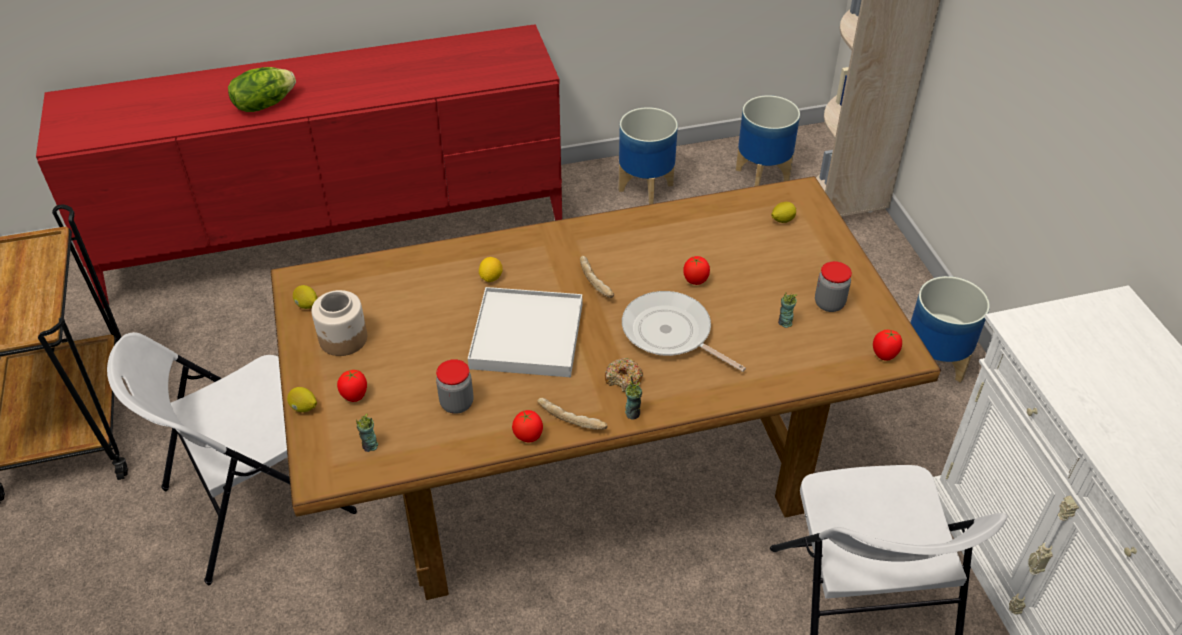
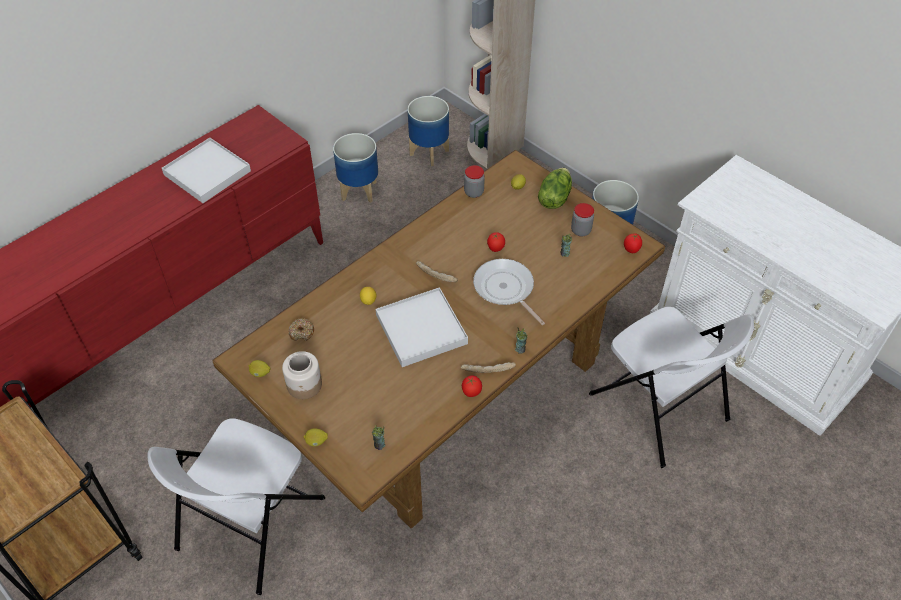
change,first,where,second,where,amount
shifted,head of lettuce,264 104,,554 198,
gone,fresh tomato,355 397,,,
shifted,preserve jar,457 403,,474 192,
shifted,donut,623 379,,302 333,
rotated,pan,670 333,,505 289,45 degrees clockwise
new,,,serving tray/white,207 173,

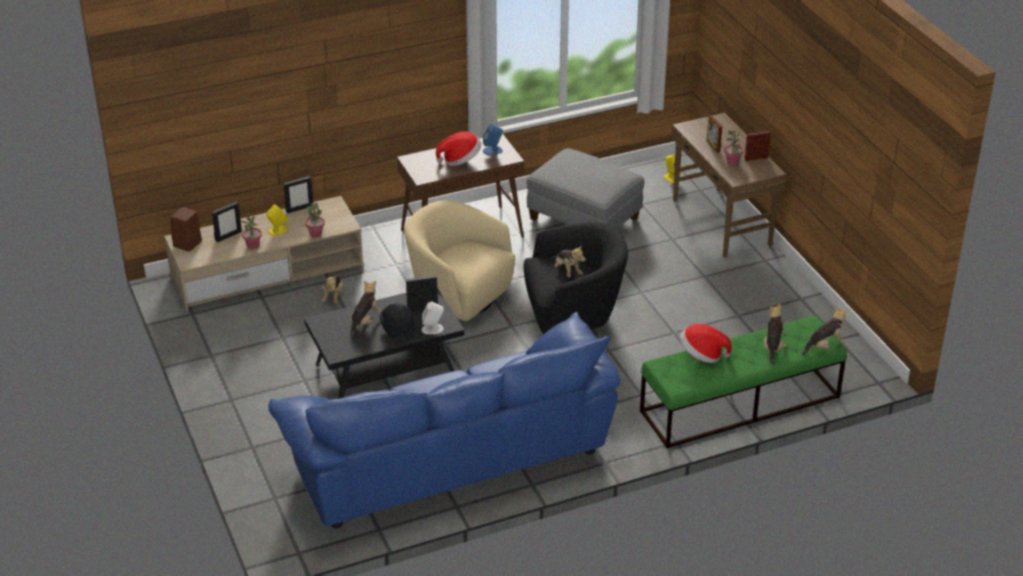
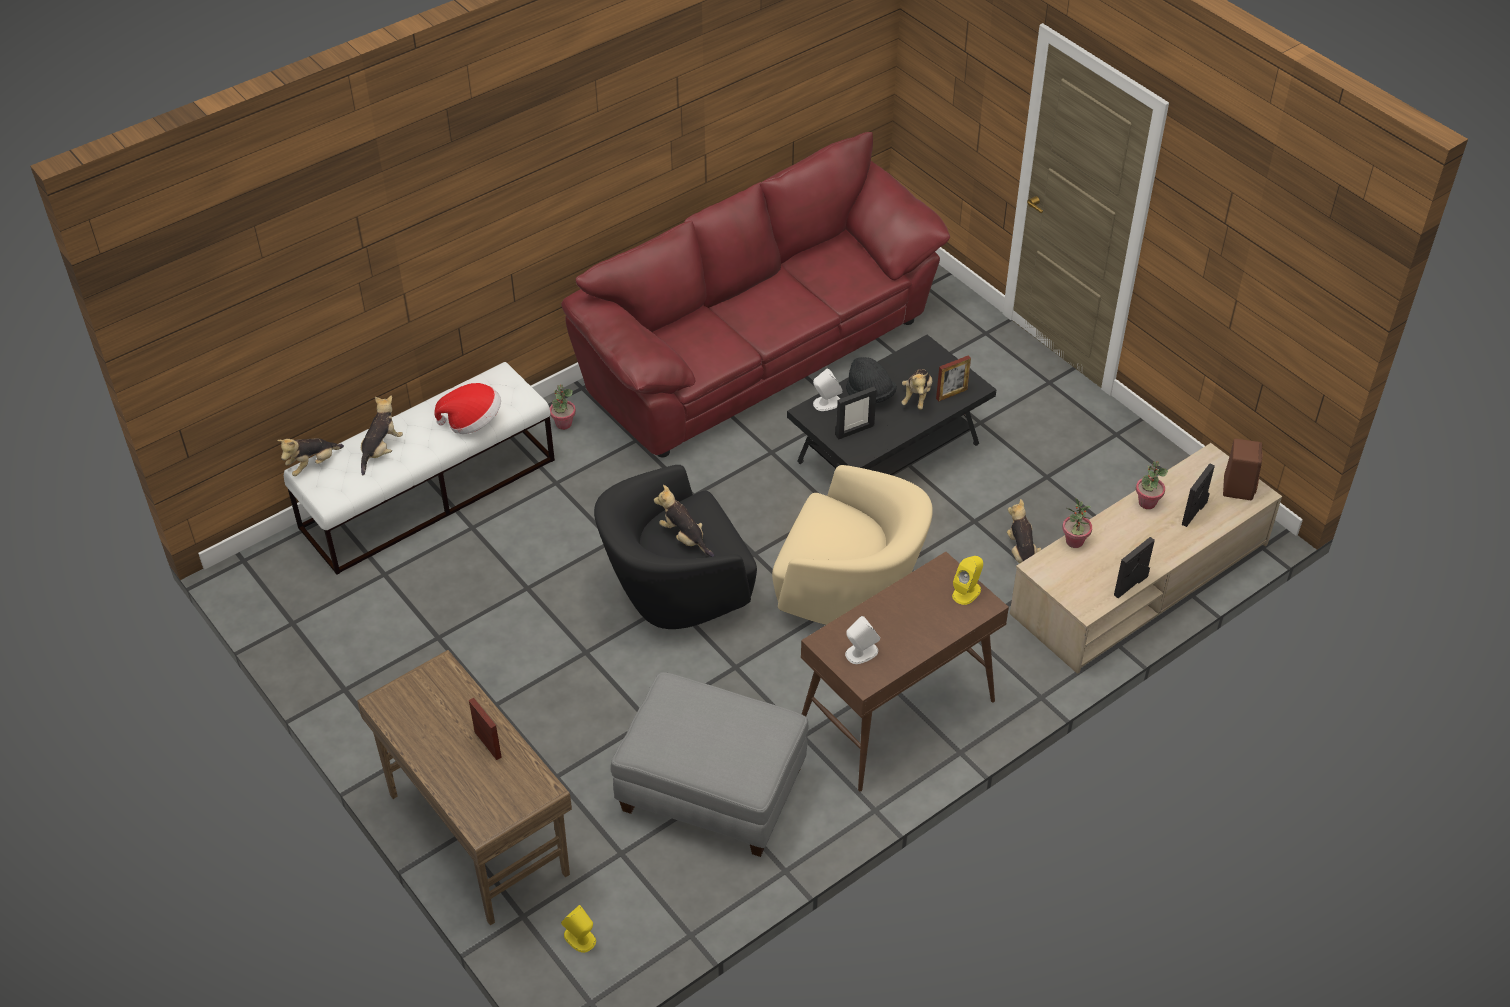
change,first,where,second,where,amount
shifted,loudspeaker/yellow,278 230,,966 592,
repainted,couch/blue,448 462,couch/reddish,760 356,
gone,wearable hat,460 160,,,
repainted,loudspeaker/blue,493 150,loudspeaker/white,861 653,
repainted,bench/green,739 404,bench/white,429 493,
shifted,potted plant,732 162,,563 424,
shifted,picture frame,756 158,,951 394,
rotated,cuddly toy,773 347,,381 450,150 degrees counterclockwise

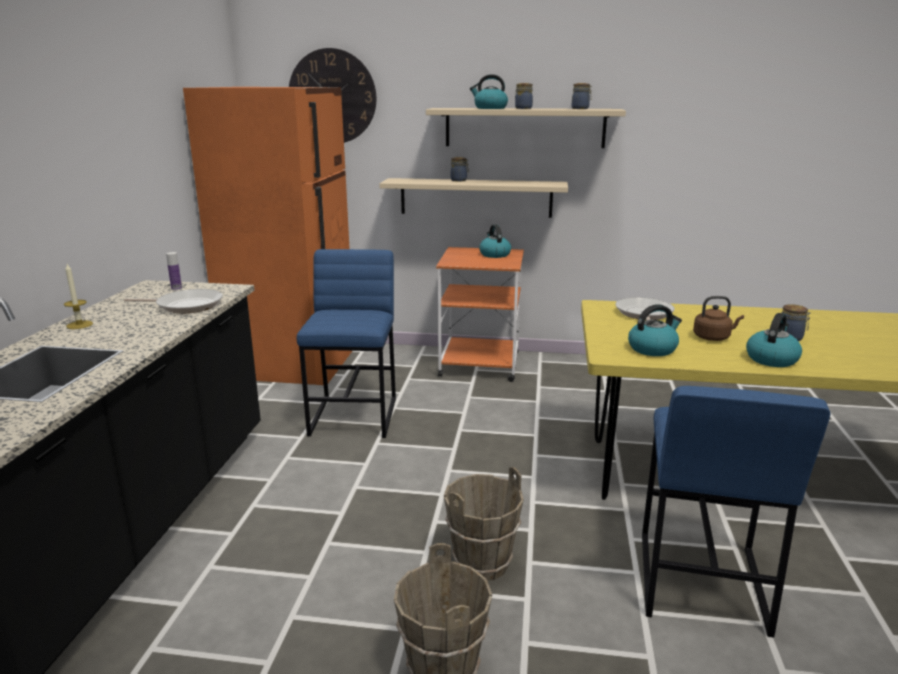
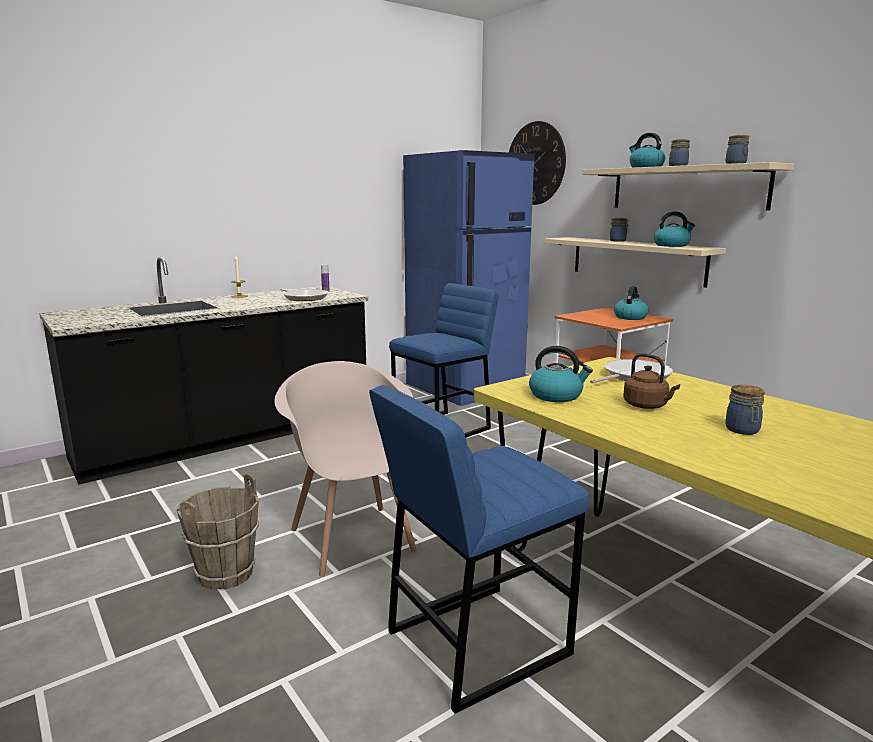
change,first,where,second,where,amount
repainted,refrigerator/orangey,291 362,refrigerator/blue,465 386,
swapped,bucket/brown,481 563,upright chair/beige,352 539,
shifted,tea kettle,771 359,,671 245,

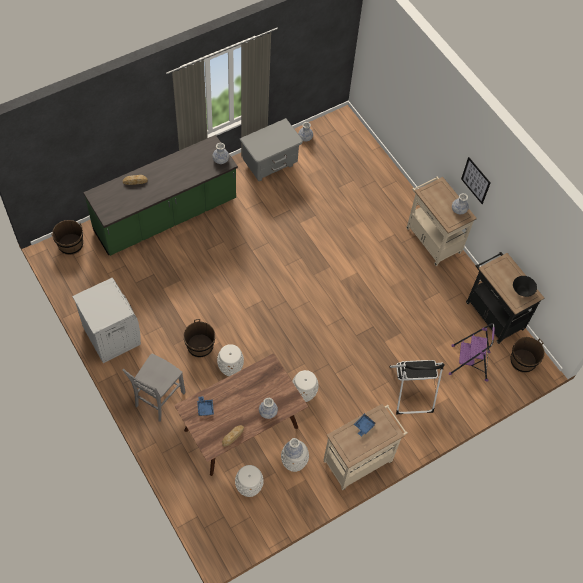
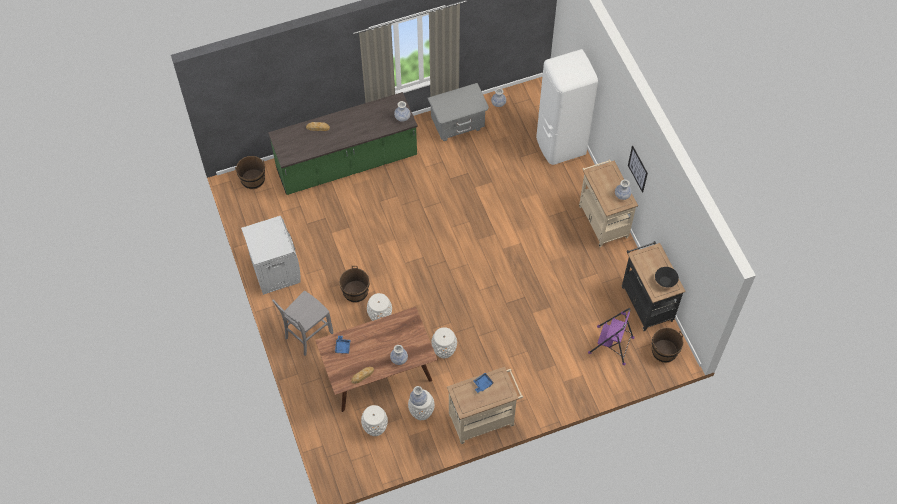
change,first,where,second,where,amount
gone,stepladder,411 390,,,
new,,,refrigerator/white,559 146,

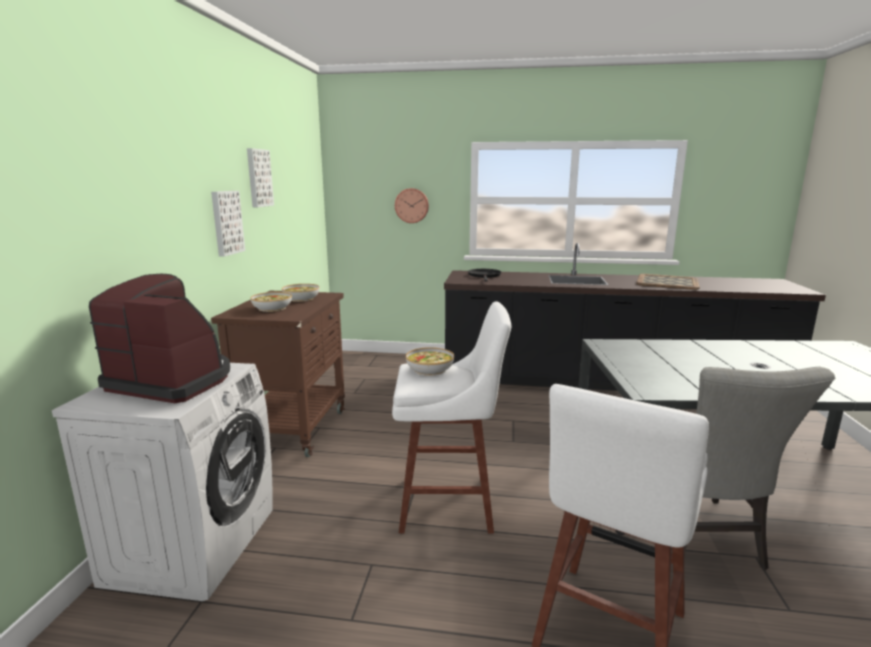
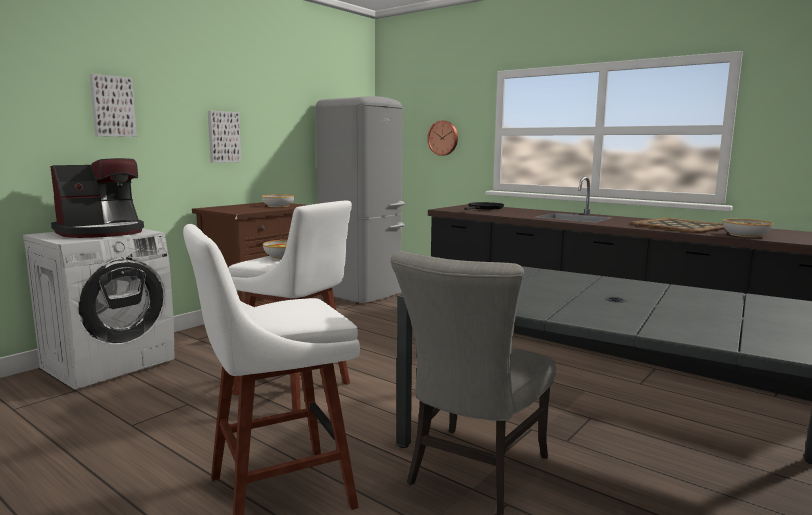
change,first,where,second,where,amount
rotated,coffee brewer,173 381,,101 232,90 degrees clockwise
shifted,picture,258 178,,112 106,
shifted,bowl,272 308,,746 235,
new,,,refrigerator/greyish,363 294,

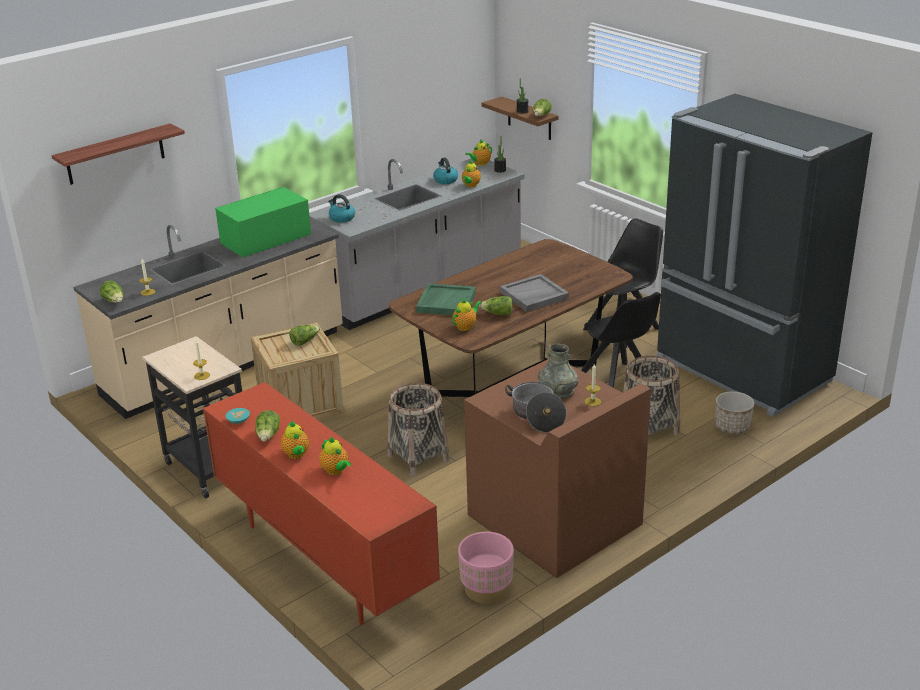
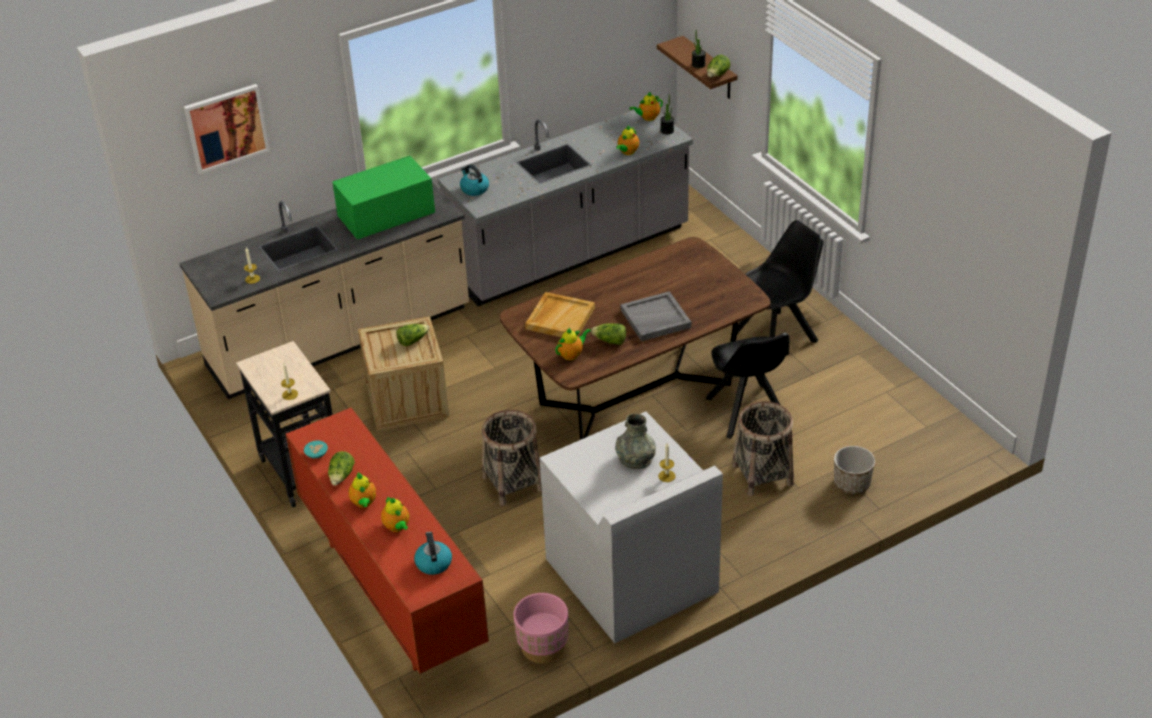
change,first,where,second,where,amount
swapped,bracket shelf,115 154,picture,226 127,
gone,head of lettuce,114 301,,,
repainted,serving tray/green,446 302,serving tray/beige,560 318,
shifted,tea kettle,445 180,,433 563,
repainted,laundry appliance/brown,553 520,laundry appliance/white,630 575,
gone,stockpot,537 416,,,
gone,refrigerator/blackish,741 372,,,

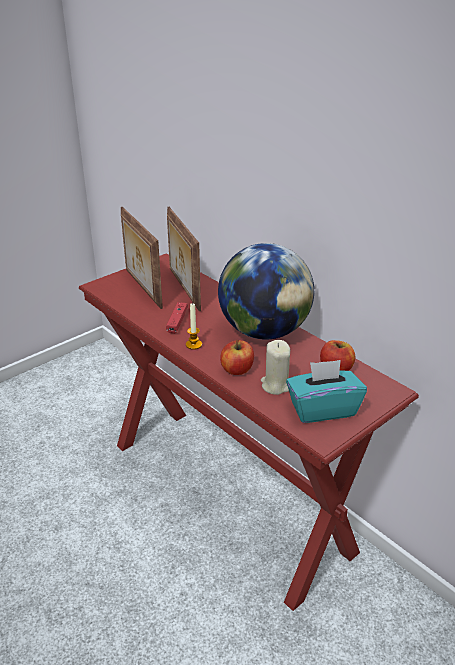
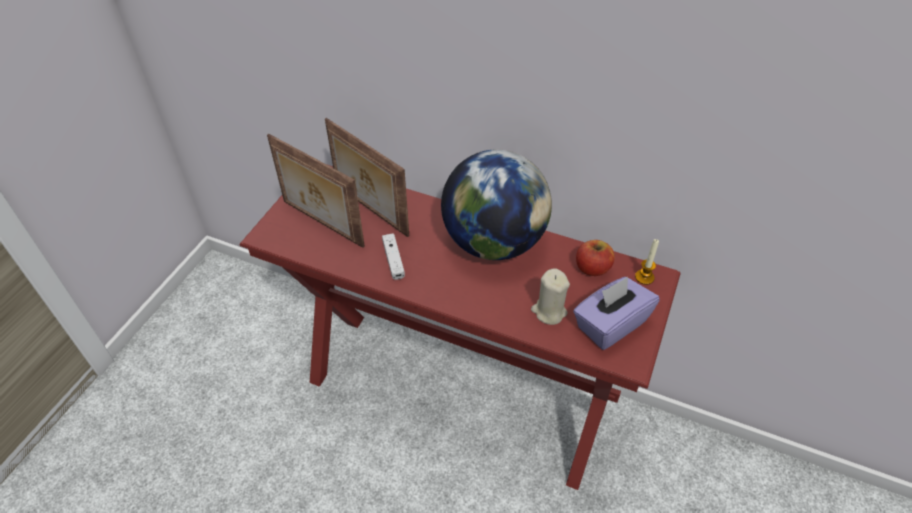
change,first,where,second,where,amount
repainted,gamepad/reddish,177 321,gamepad/white,393 260,
shifted,candle,193 345,,644 277,
gone,whole apple,237 369,,,
repainted,tissue holder/turquoise,322 409,tissue holder/purple,610 324,

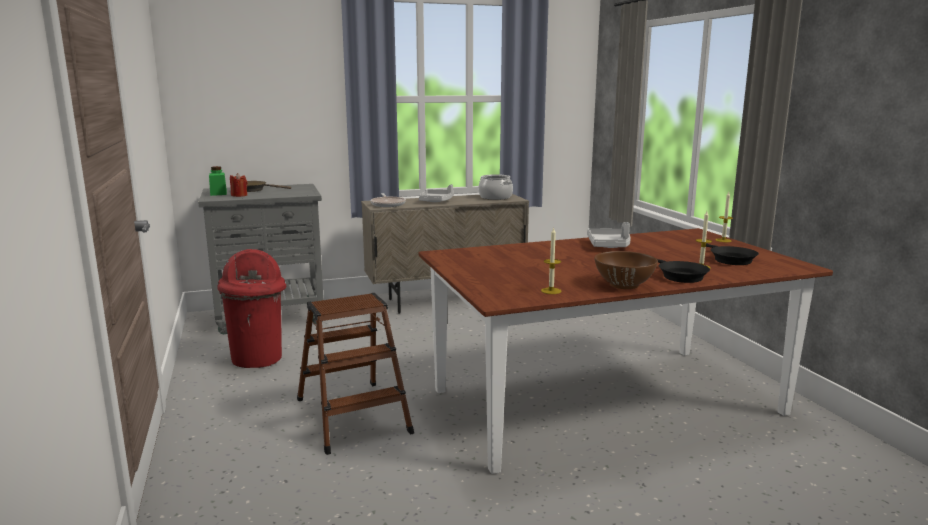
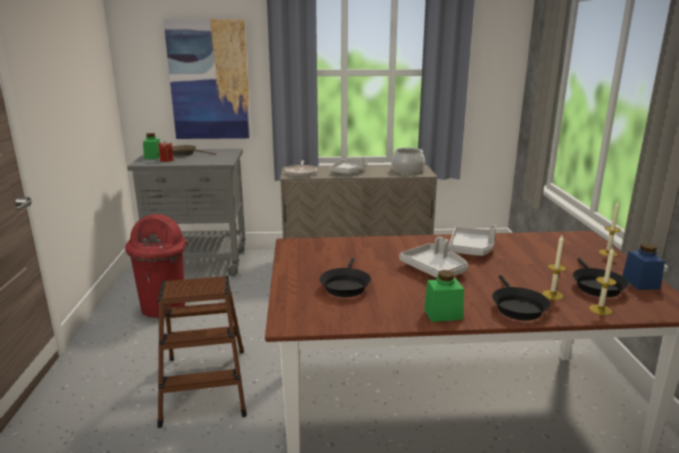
change,first,where,second,where,amount
shifted,candle,551 291,,600 310,
swapped,bowl/brown,624 285,preserve jar/green,443 314,
new,,,picture,209 80,
new,,,pan/blackish,345 286,
new,,,serving tray/greyish,434 269,
new,,,preserve jar/blue,640 283,

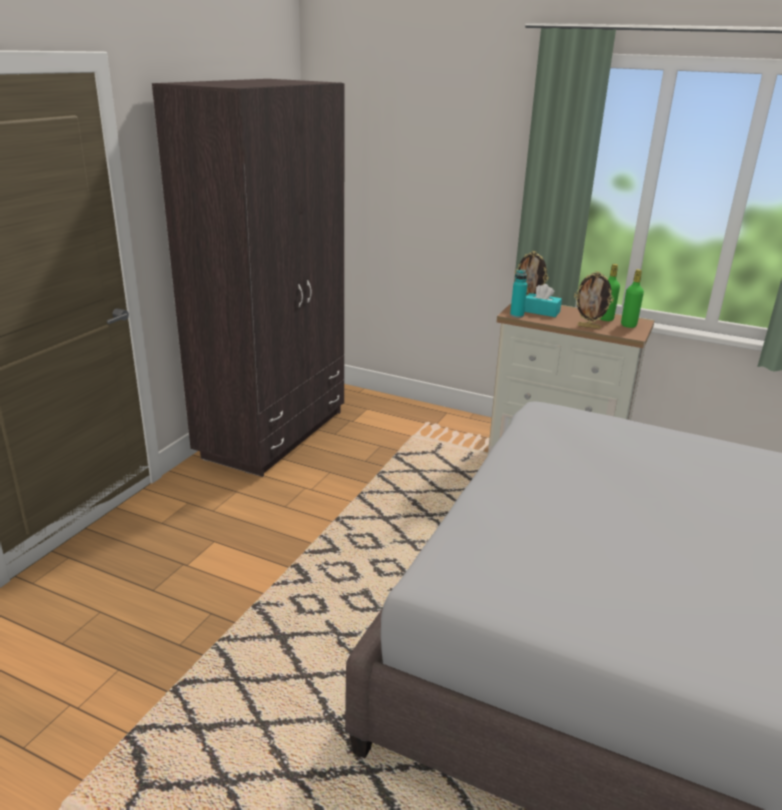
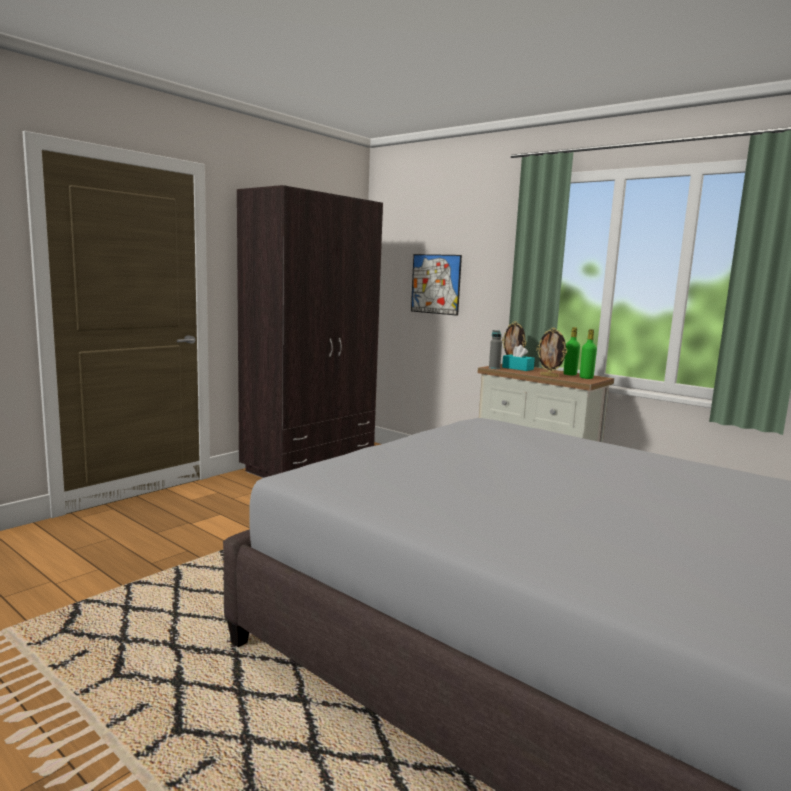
change,first,where,second,where,amount
repainted,bottle/turquoise,516 315,bottle/greyish,494 368,
new,,,picture,435 284,

